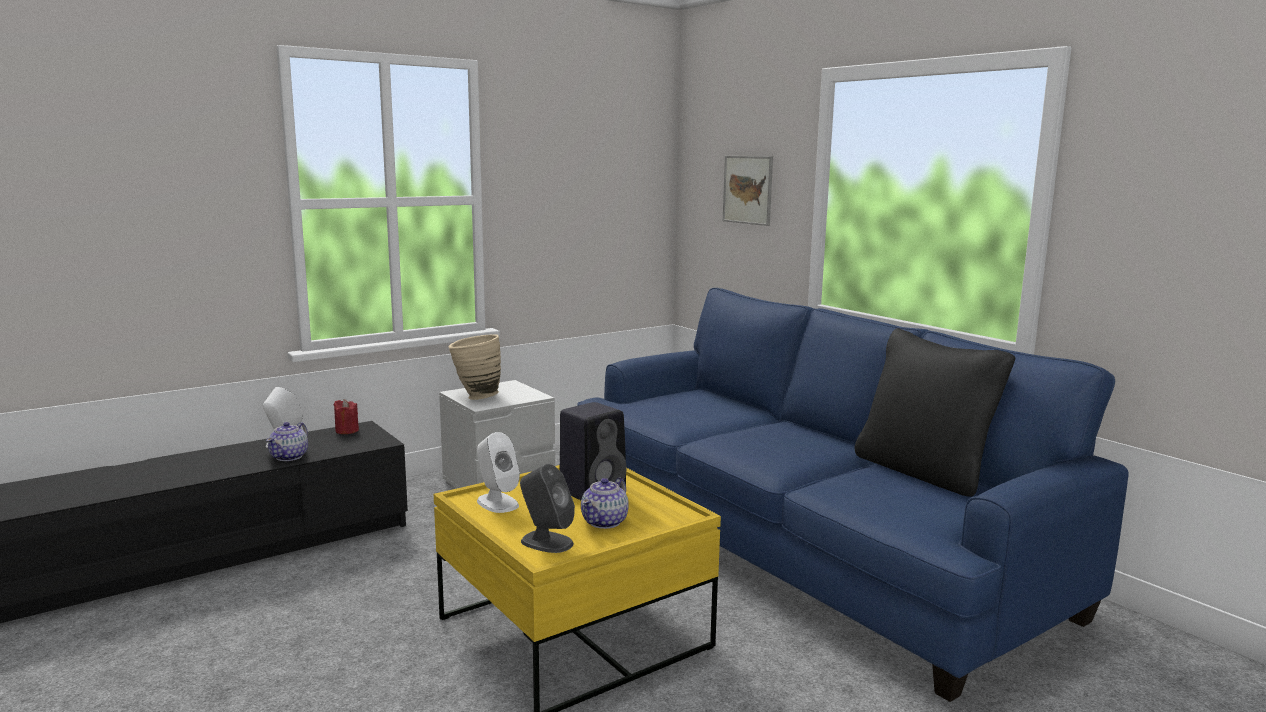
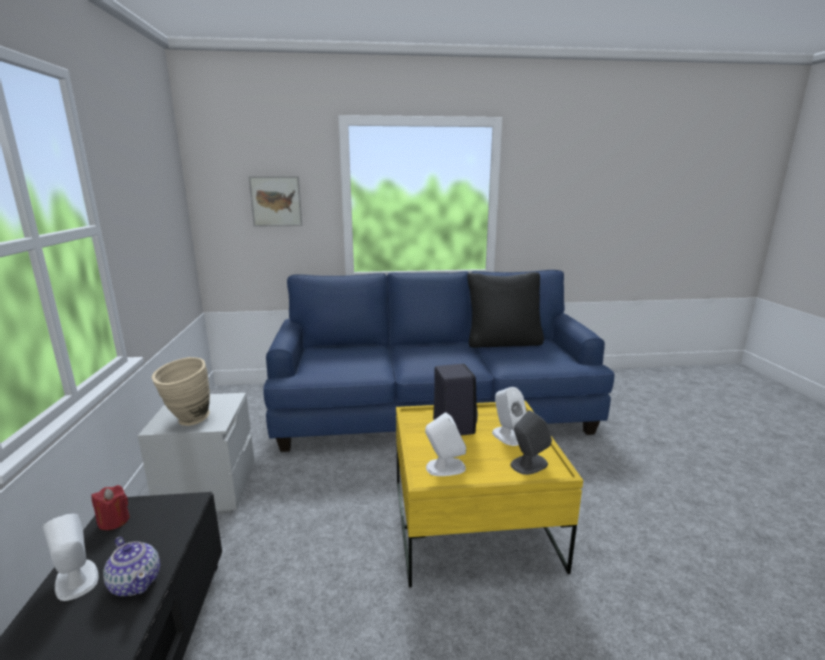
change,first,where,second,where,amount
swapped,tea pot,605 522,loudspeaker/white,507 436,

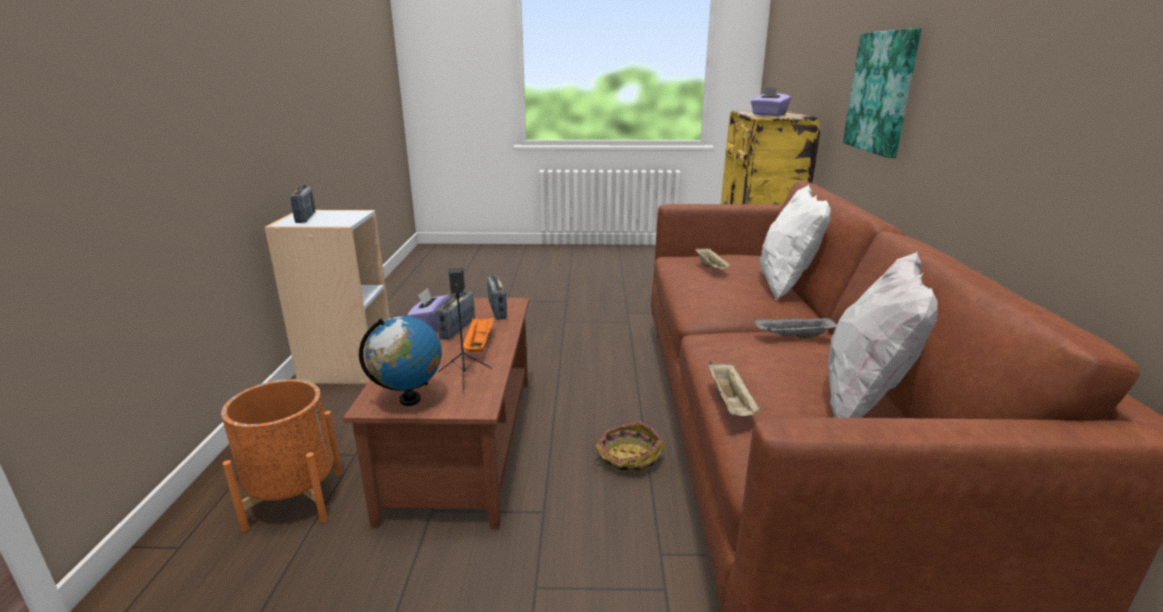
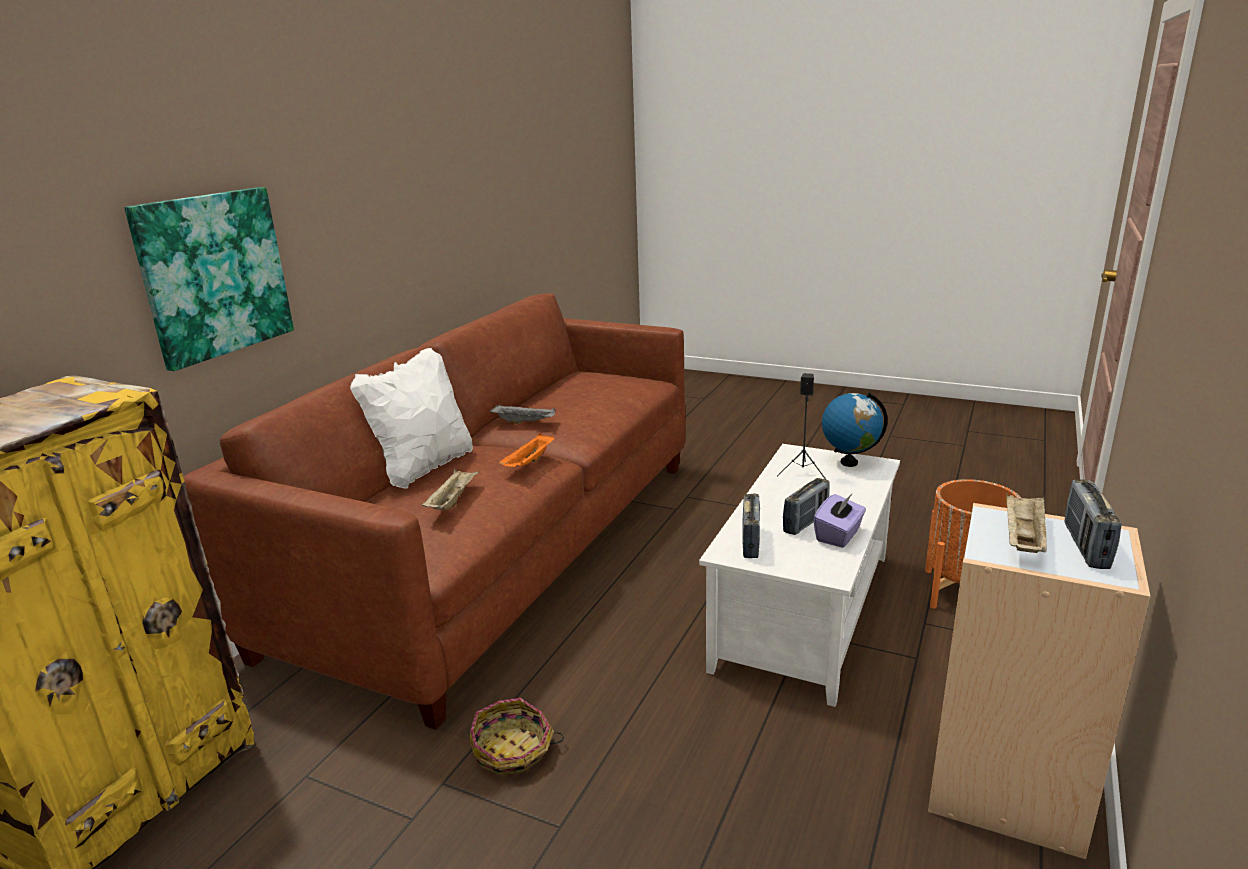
change,first,where,second,where,amount
repainted,coffee table/brown,465 443,coffee table/white,802 609,
shifted,serving tray/orangey,479 344,,529 463,
shifted,storage basket,628 458,,513 751,
shifted,serving tray/beige,730 403,,1022 539,
gone,tissue holder/purple,768 115,,,
gone,throw pillow/white,863 402,,,

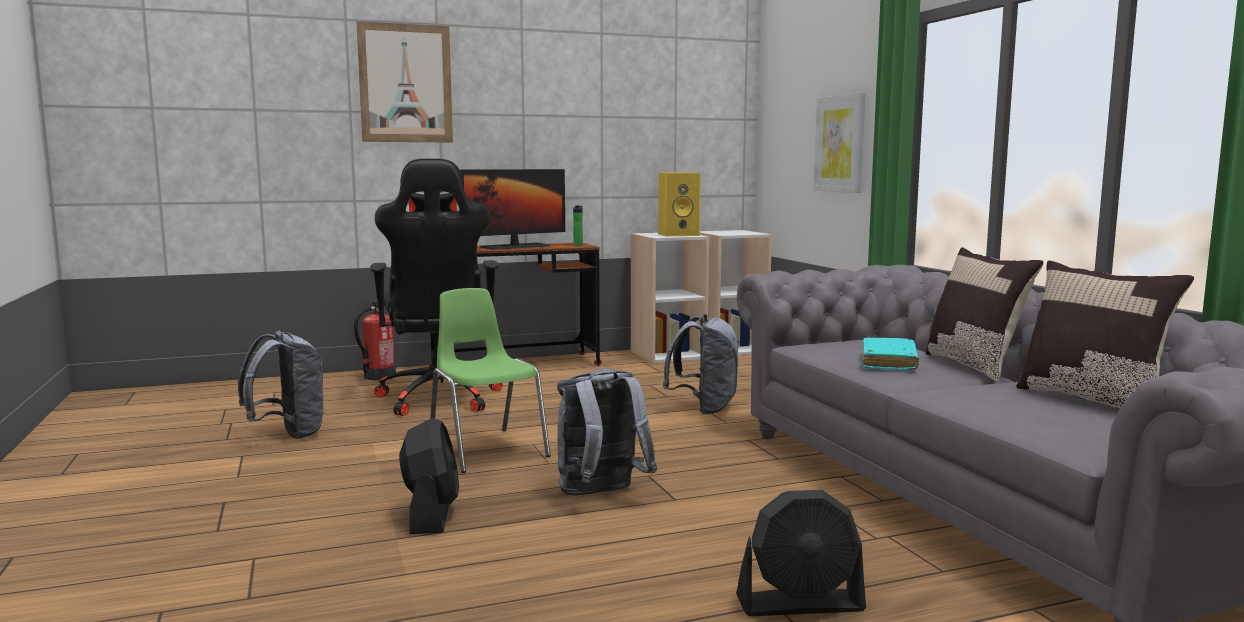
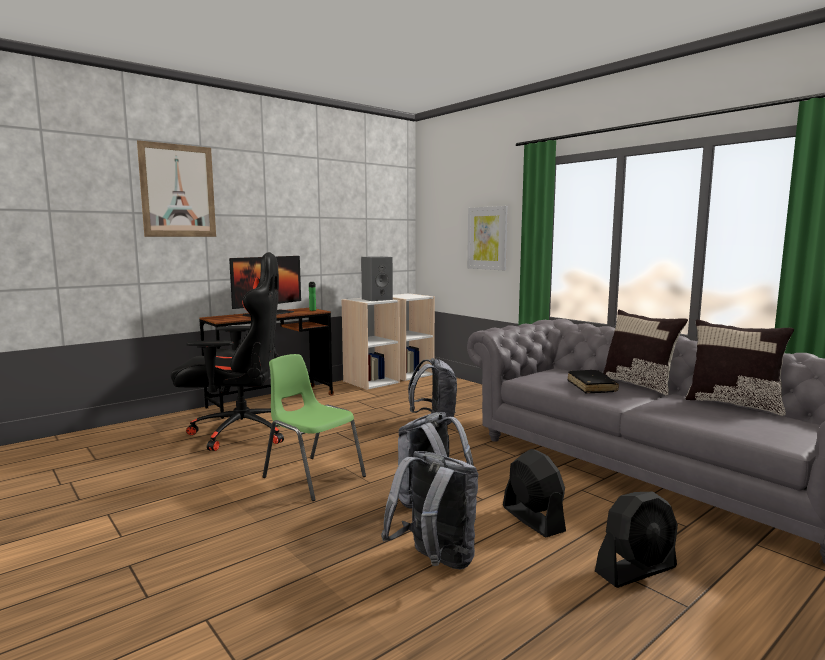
change,first,where,second,where,amount
shifted,rucksack/greyish,288 434,,434 562,
gone,extinguisher,379 376,,,
rotated,computer chair/blackish,440 395,,234 433,60 degrees counterclockwise
shifted,cooling fan/blackish,431 514,,532 519,
repainted,loudspeaker/yellow,679 234,loudspeaker/greyish,377 299,
repainted,volume/turquoise,888 362,volume/blackish,591 387,

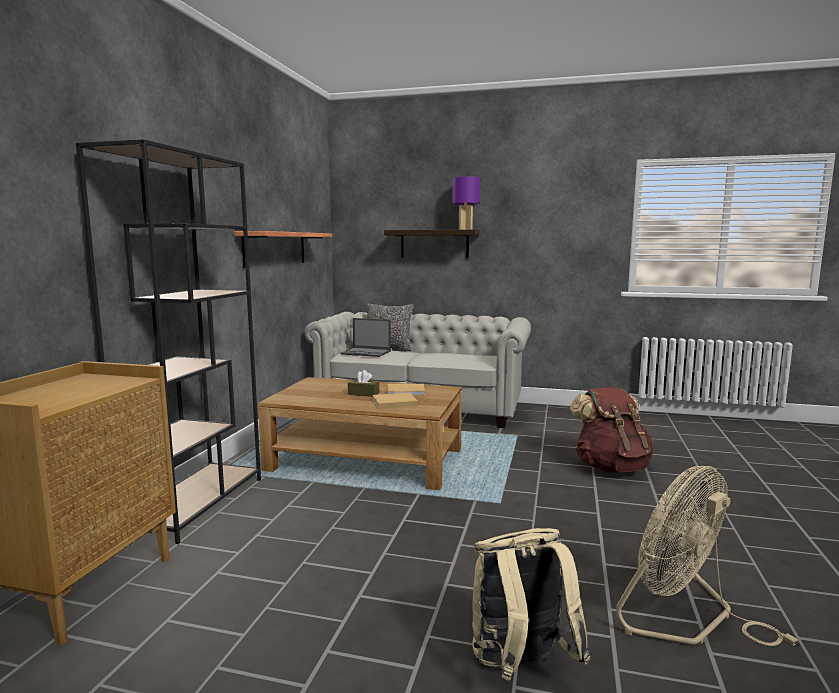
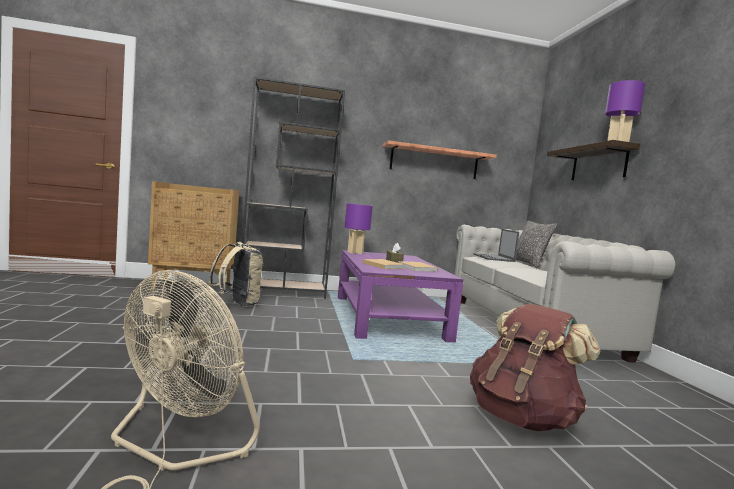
change,first,where,second,where,amount
repainted,coffee table/brown,367 459,coffee table/purple,388 317,
shifted,rucksack/beige,520 667,,237 304,
new,,,lamp for a table/purple,355 253,

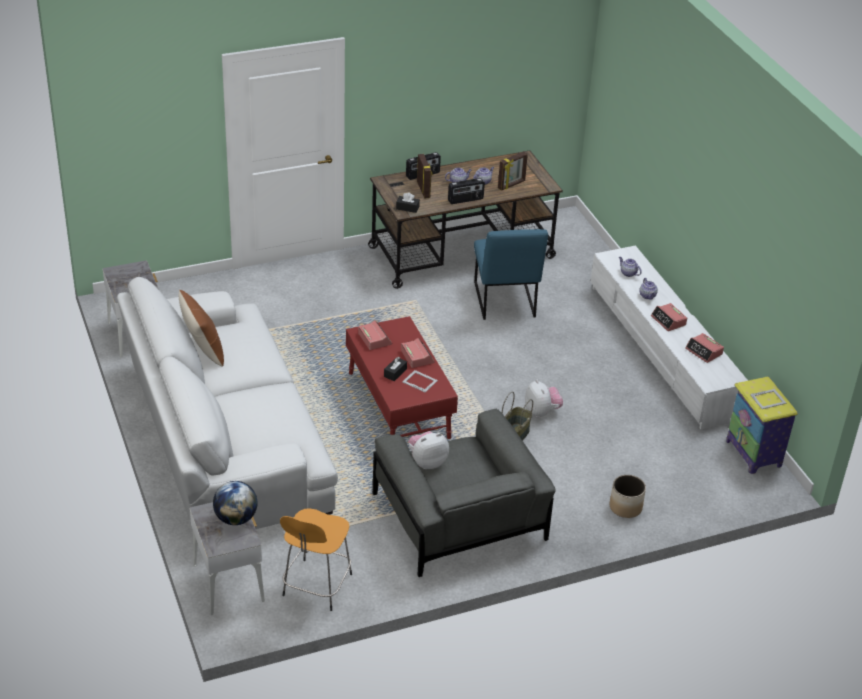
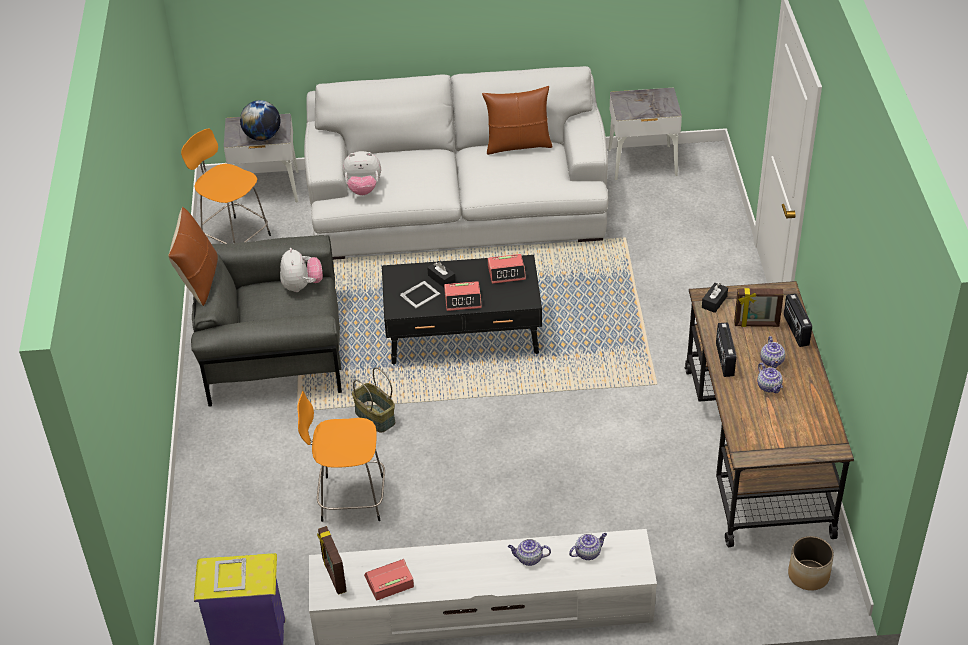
change,first,where,second,where,amount
repainted,coffee table/reddish,398 405,coffee table/blackish,464 334,
gone,upright chair/blue,504 301,,,
shifted,picture frame,511 185,,333 576,
shifted,cuddly toy,541 412,,363 189,
shifted,flower pot,626 507,,808 575,
gone,alarm clock,668 321,,,
new,,,throw pillow/brown,199 281,
new,,,stool/orangey,349 498,

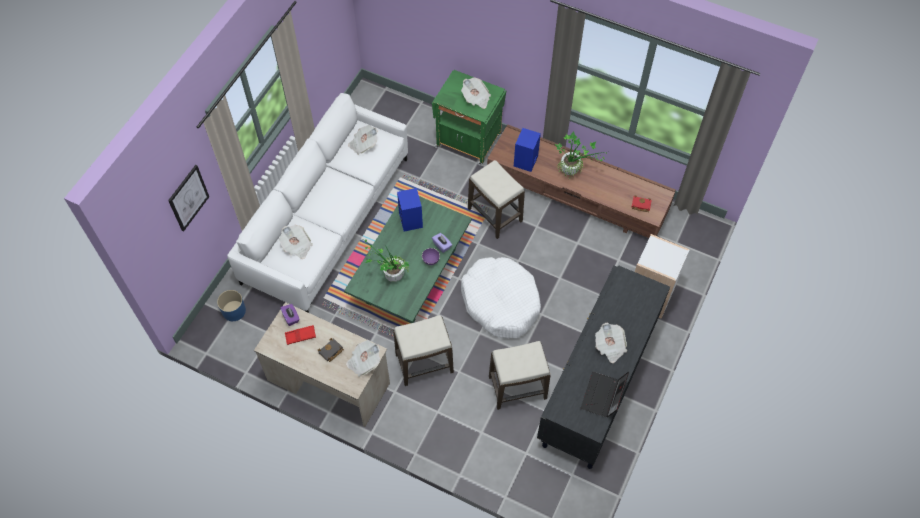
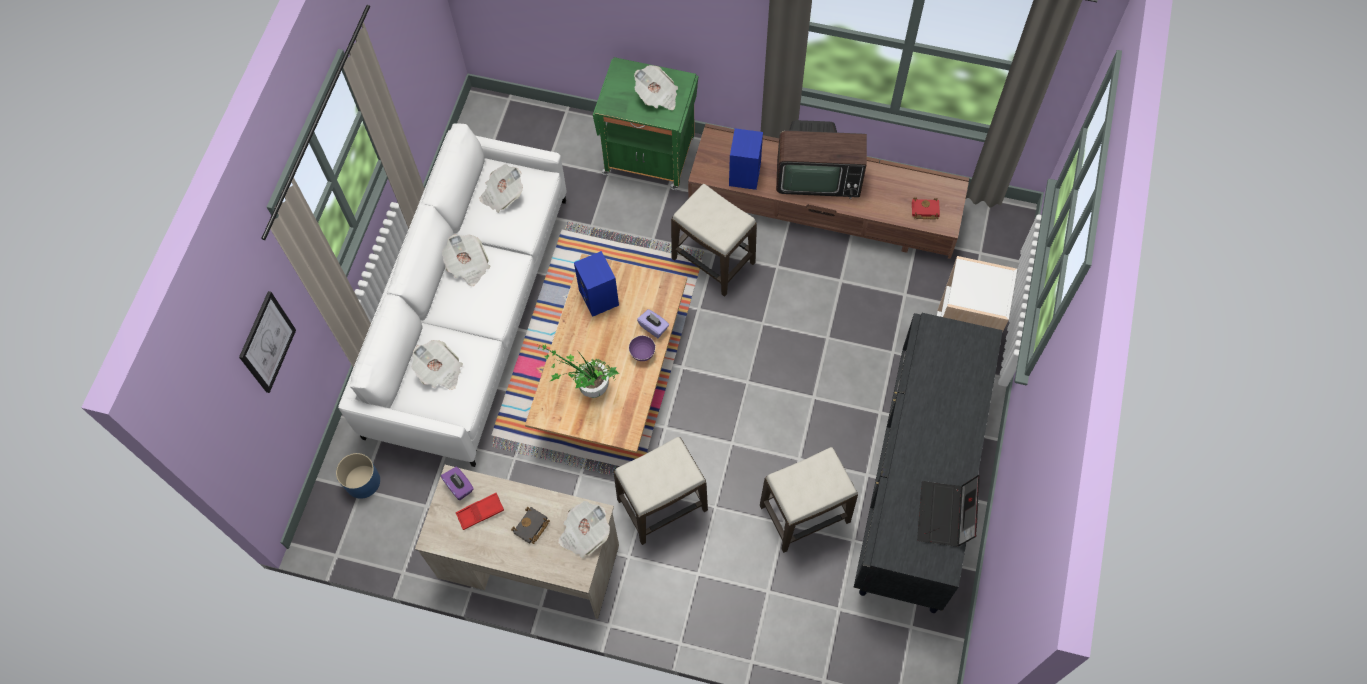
change,first,where,second,where,amount
repainted,coffee table/green,411 275,coffee table/beige,612 376,
gone,dog bed/white,500 302,,,
swapped,potted plant,573 170,TV set,817 175,
shifted,daily paper,610 347,,468 266,

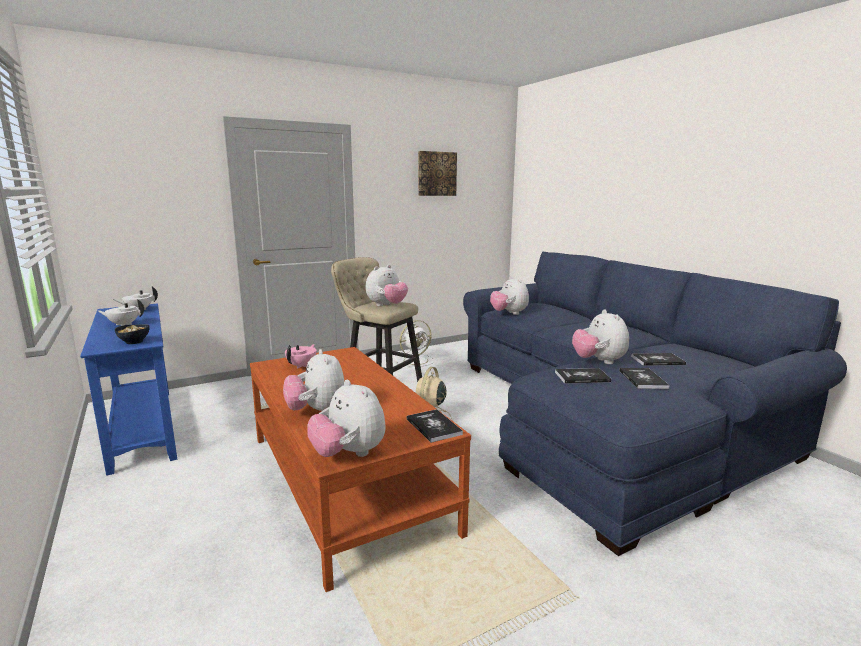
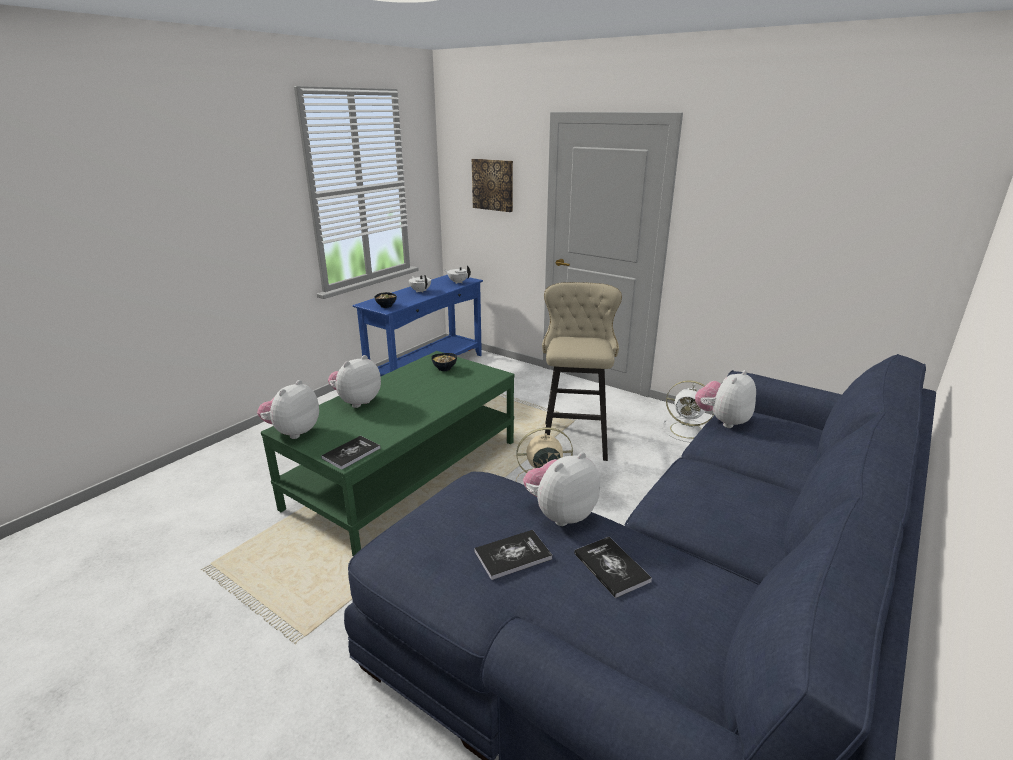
change,first,where,second,where,amount
repainted,coffee table/brown,346 482,coffee table/green,405 474,
swapped,tea pot/pink-coloured,302 366,bowl,445 369,
gone,cuddly toy,386 306,,,
shifted,picture,436 174,,493 185,
gone,volume,582 377,,,

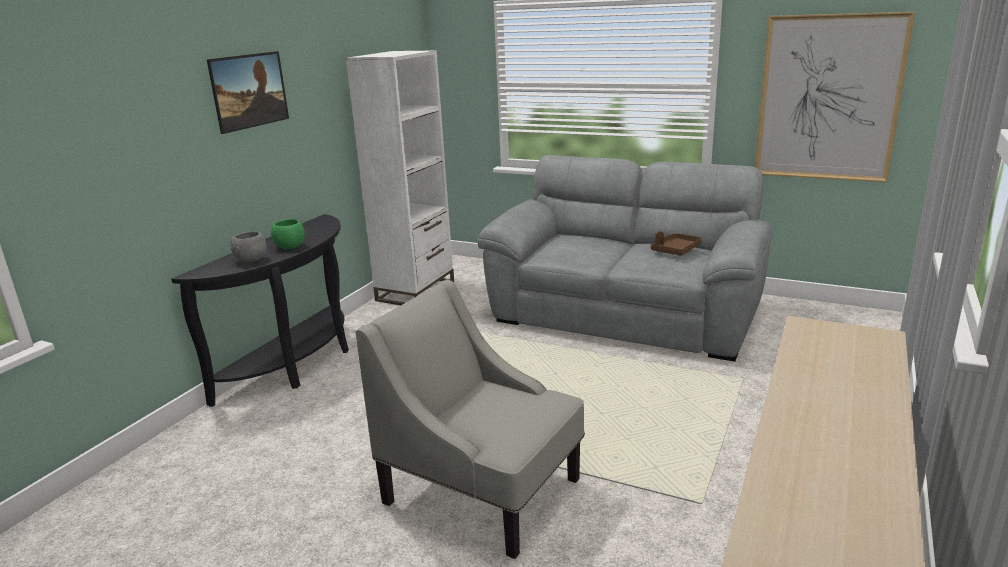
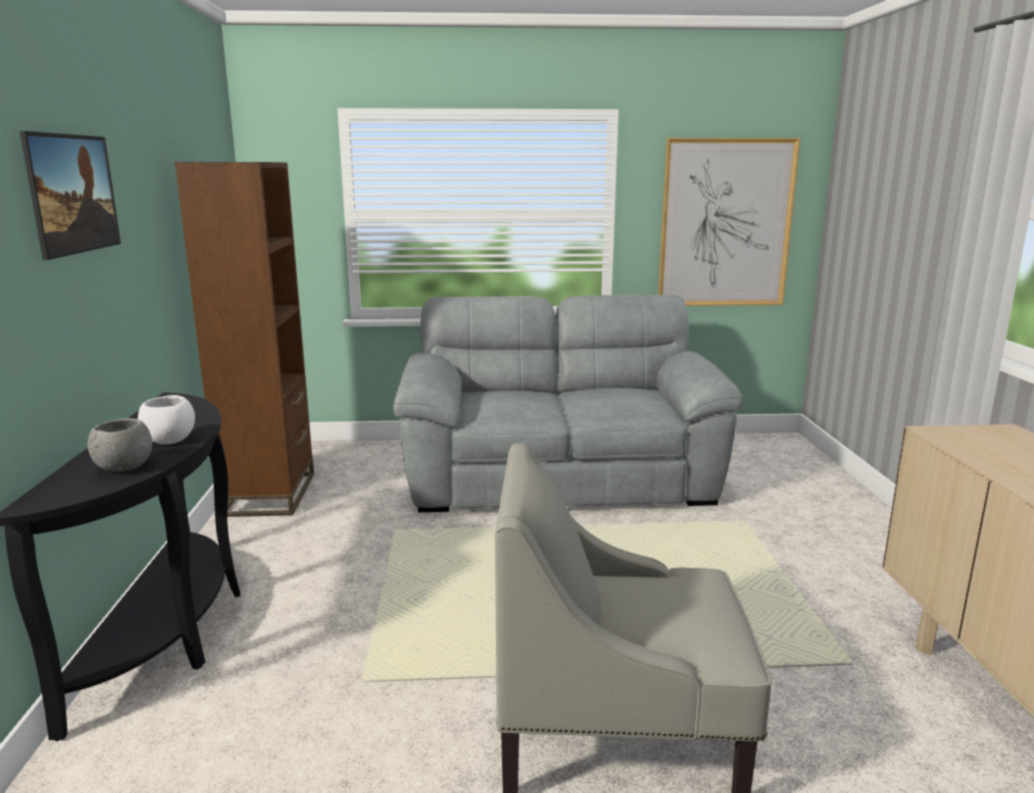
change,first,where,second,where,amount
repainted,bowl/green,289 247,bowl/white,169 440,
repainted,bookshelf/white,416 291,bookshelf/brown,270 494,
gone,serving tray/brown,675 250,,,

